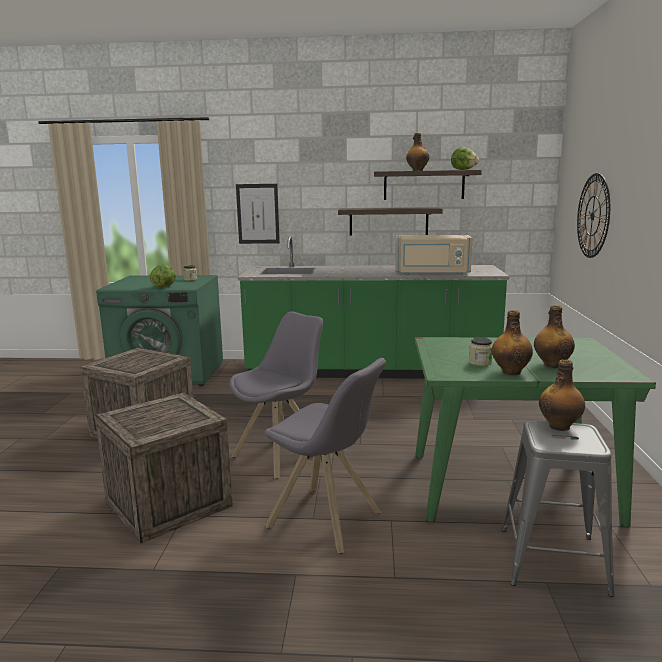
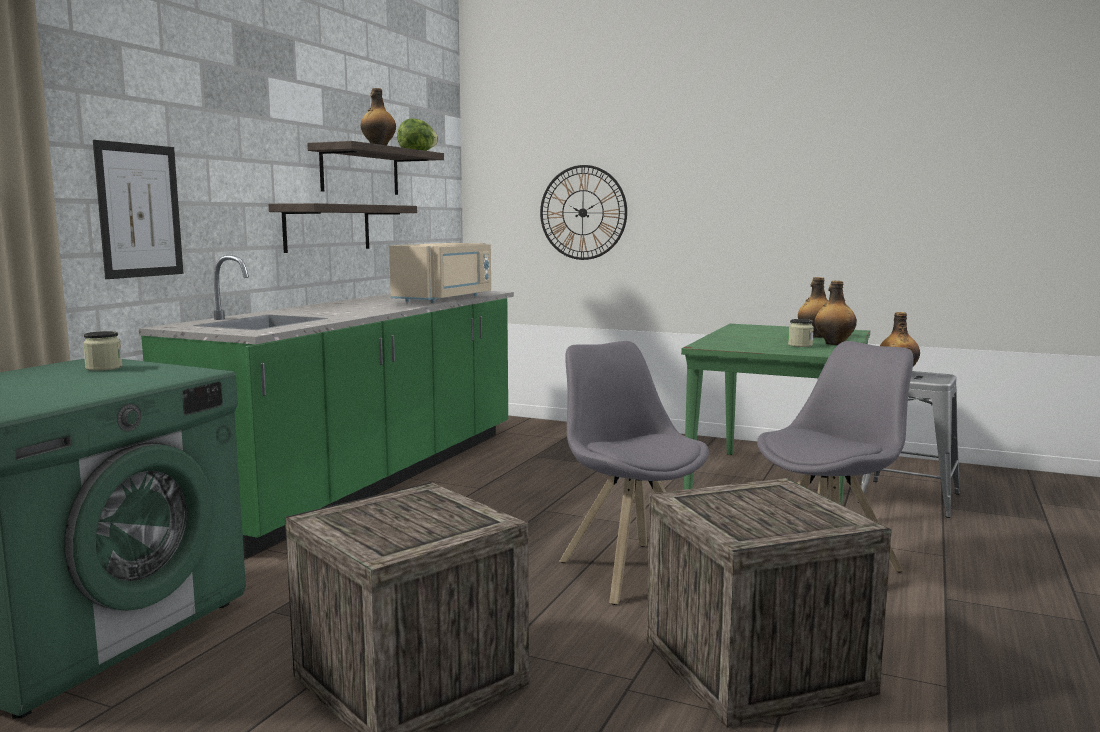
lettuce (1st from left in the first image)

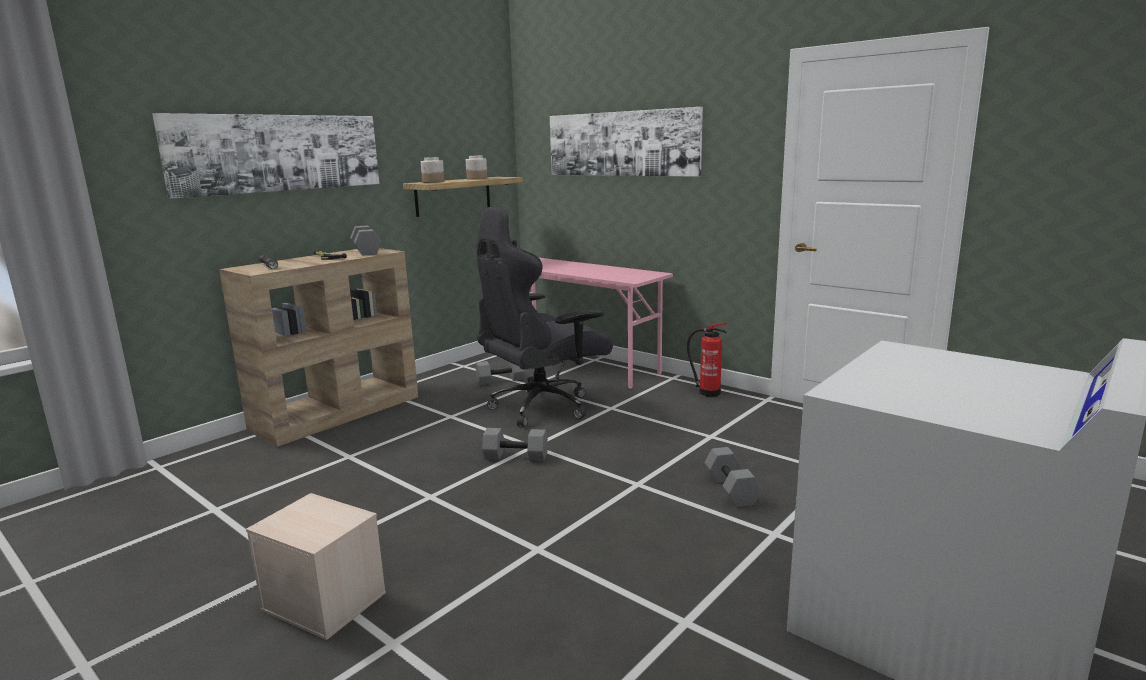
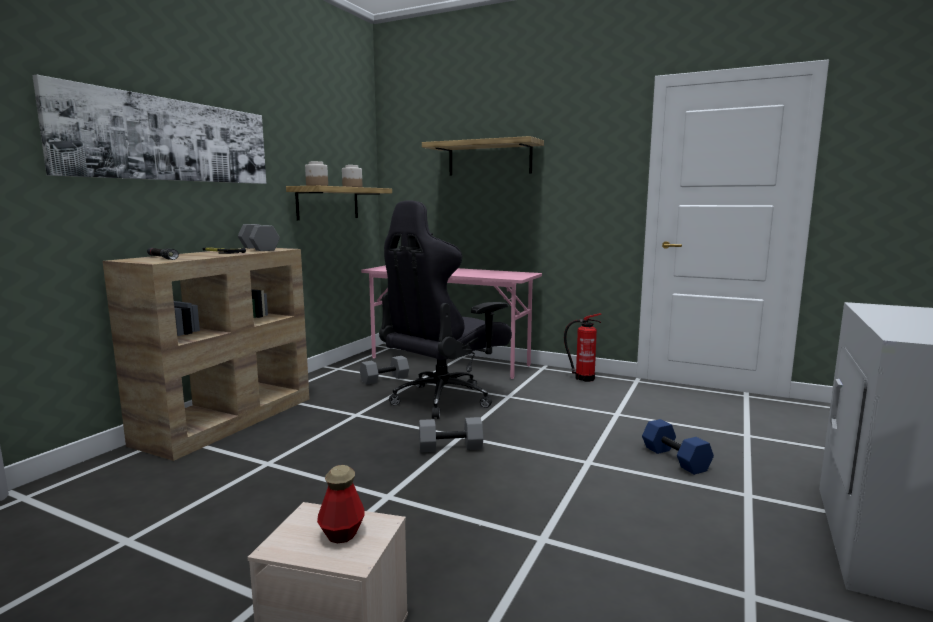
bottle
shelf (2nd from left)
blue dumbbell

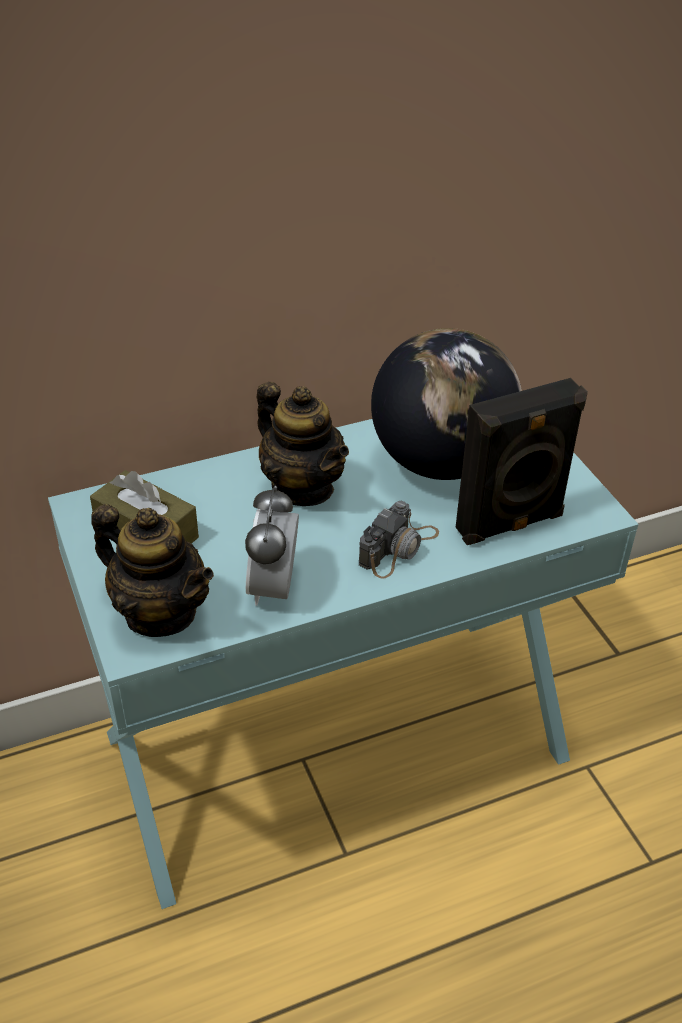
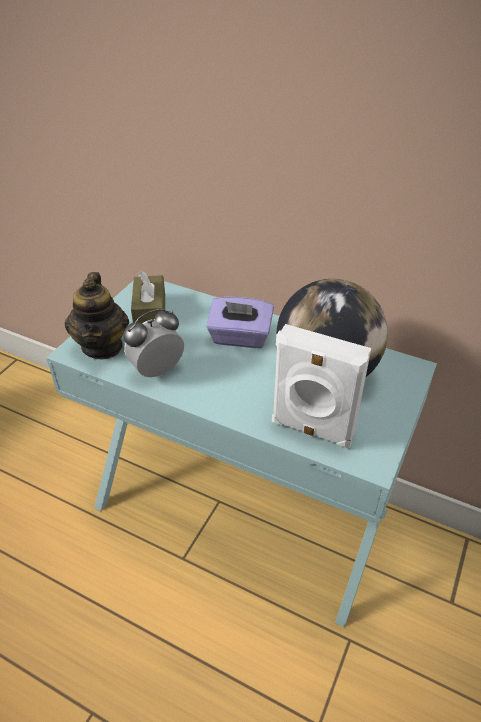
purple tissue box
white speaker
photo camera

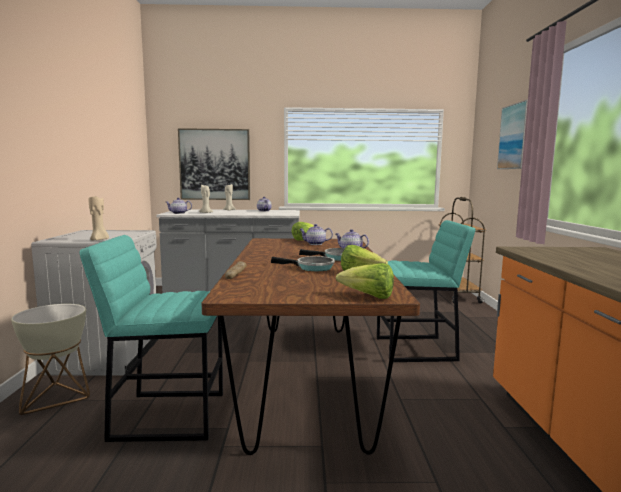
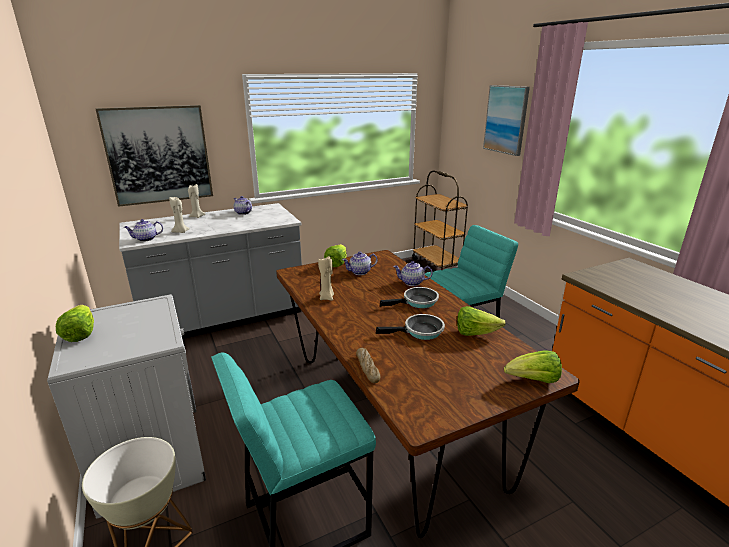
lettuce (1st from left)
beige candle (3rd from left)

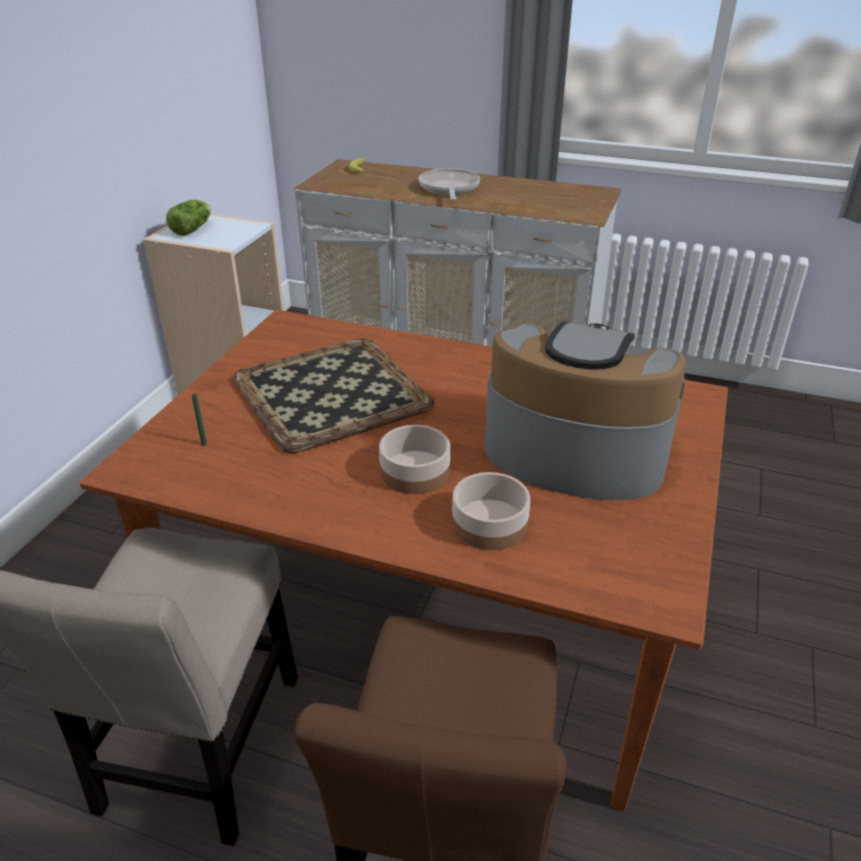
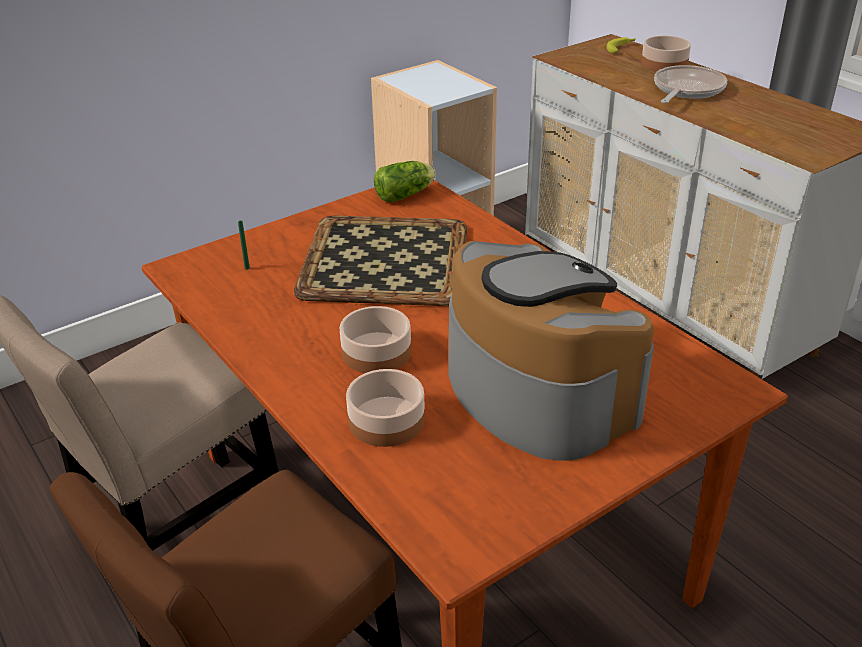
lettuce
bowl (3rd from left)

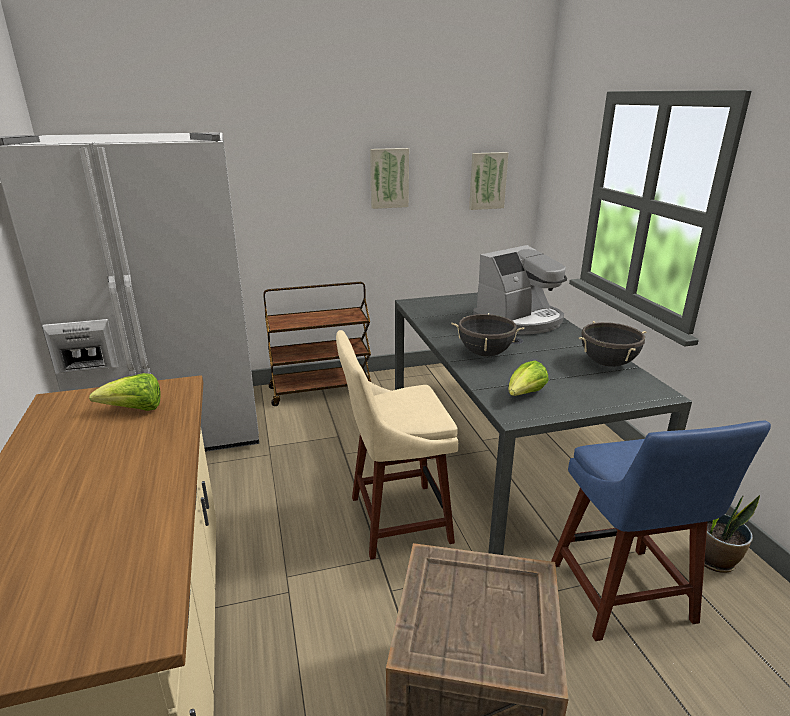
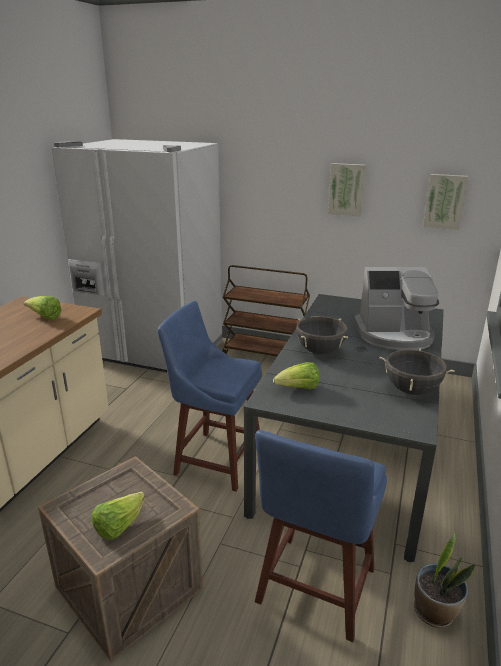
lettuce (2nd from left)
blue chair (1st from left)

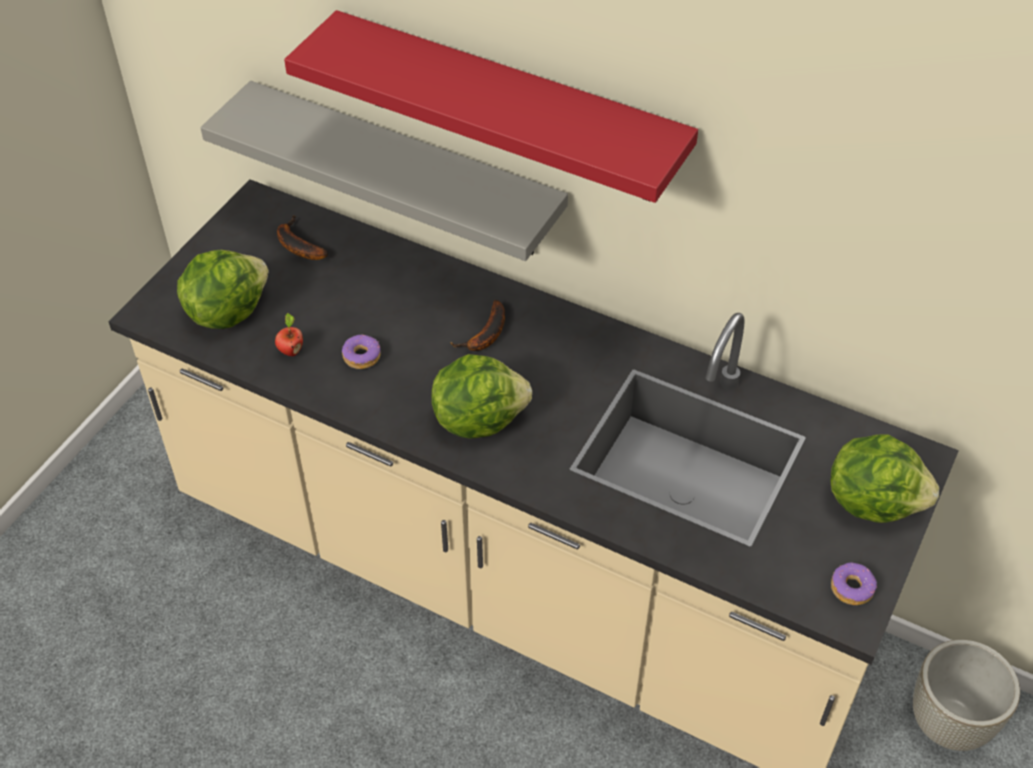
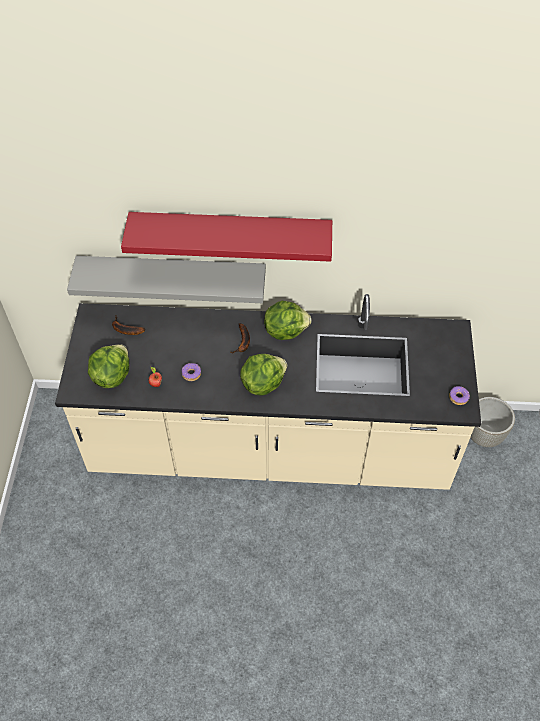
lettuce (3rd from left)

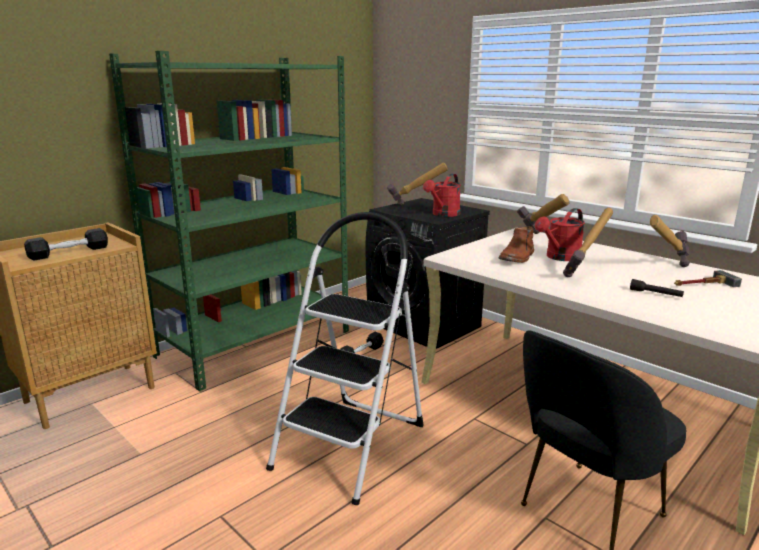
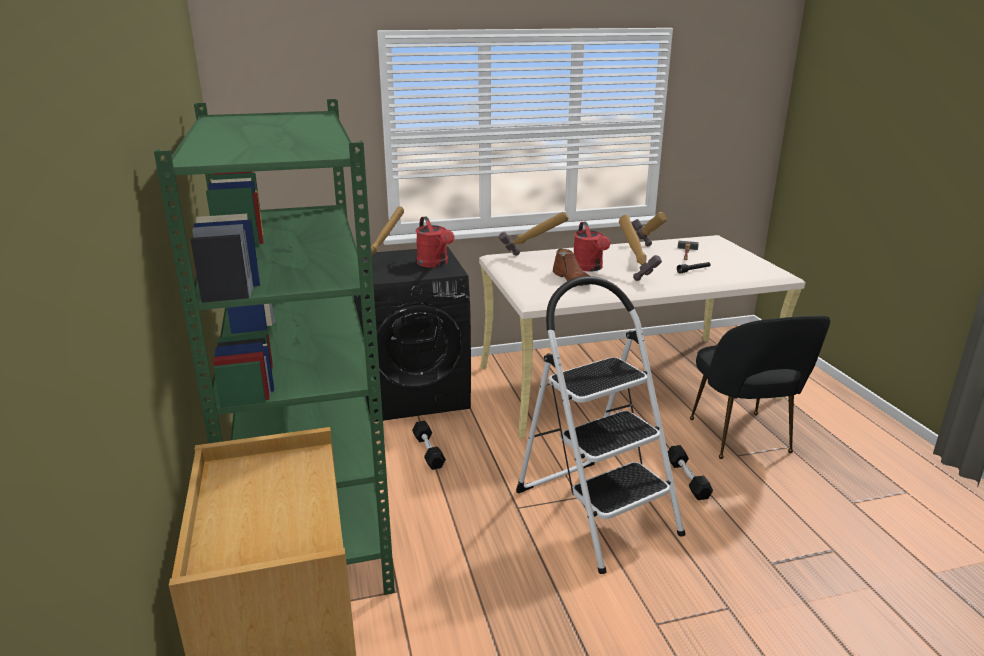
black dumbbell (2nd from left)

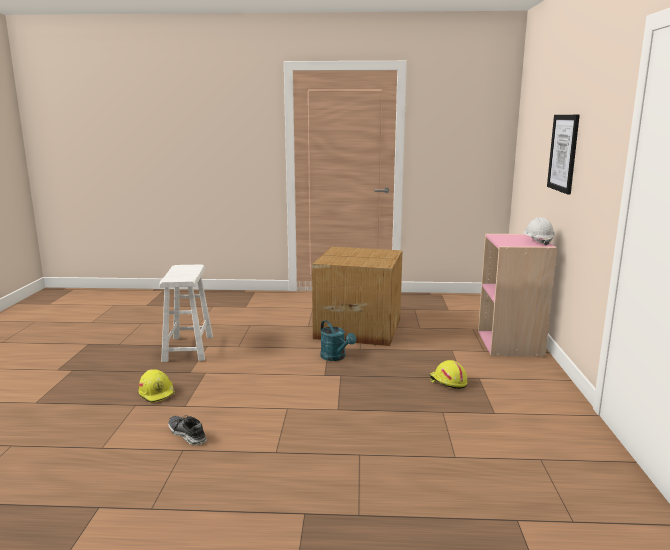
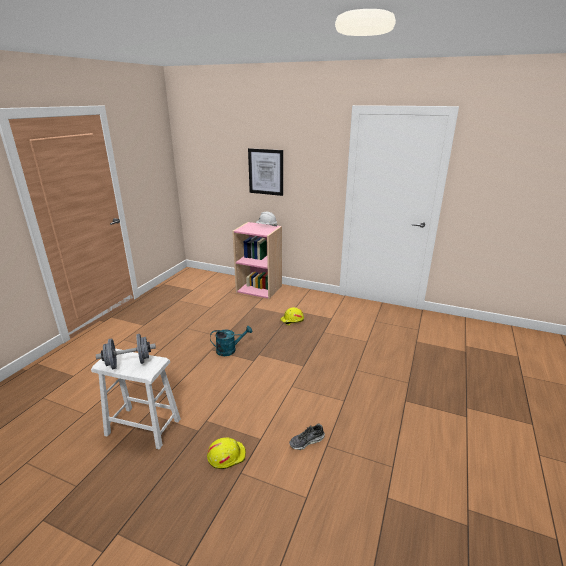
grey dumbbell
cardboard box

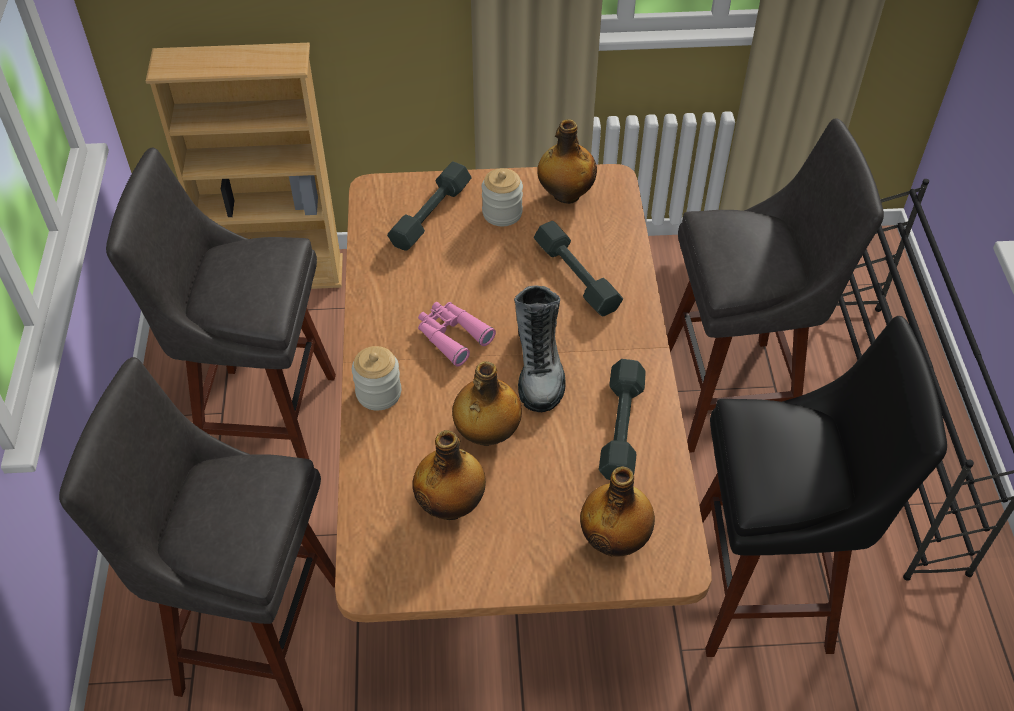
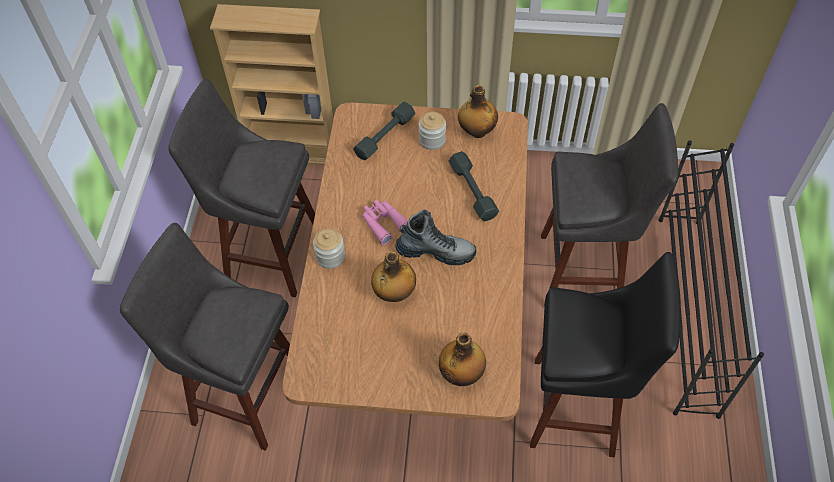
boot
bottle (1st from left in the first image)
grey dumbbell (3rd from left in the first image)

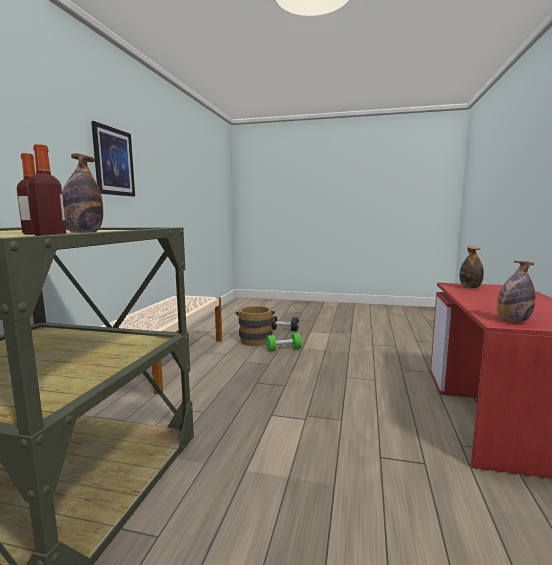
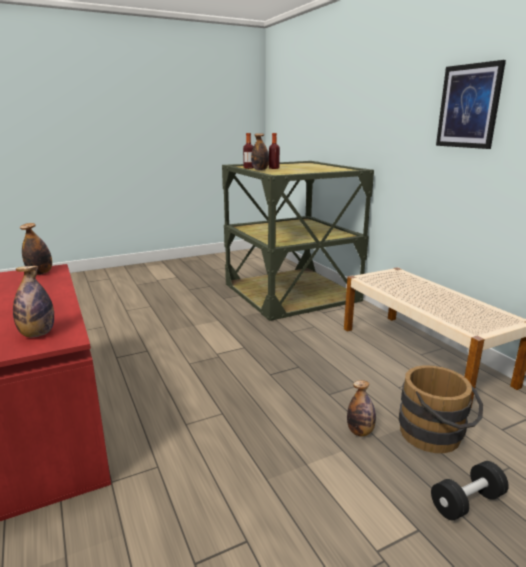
bottle (6th from left)

